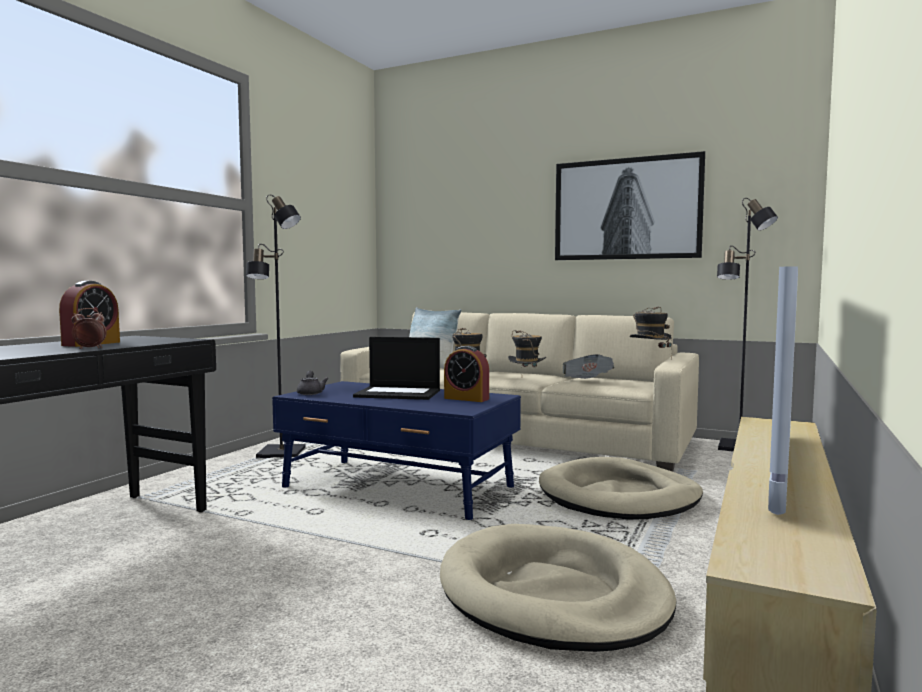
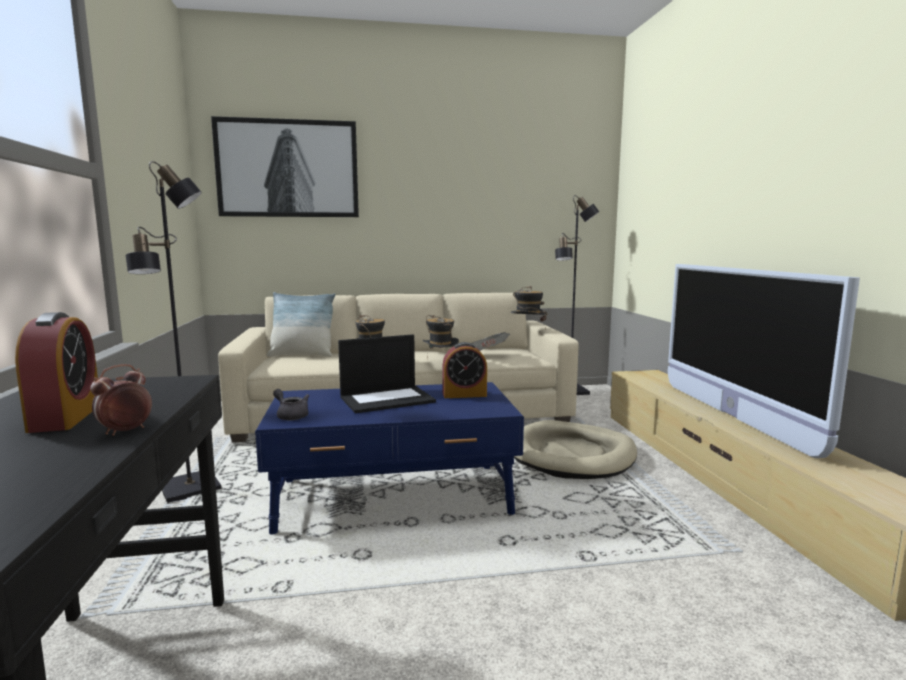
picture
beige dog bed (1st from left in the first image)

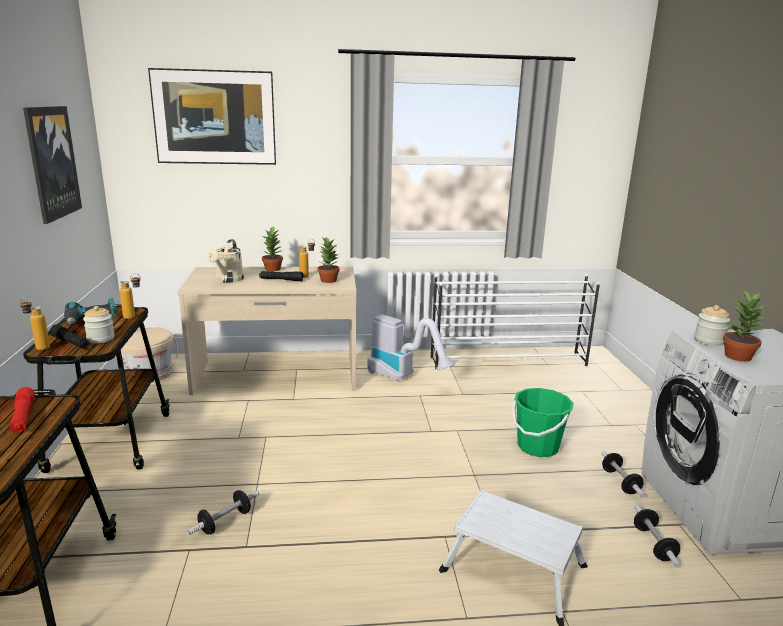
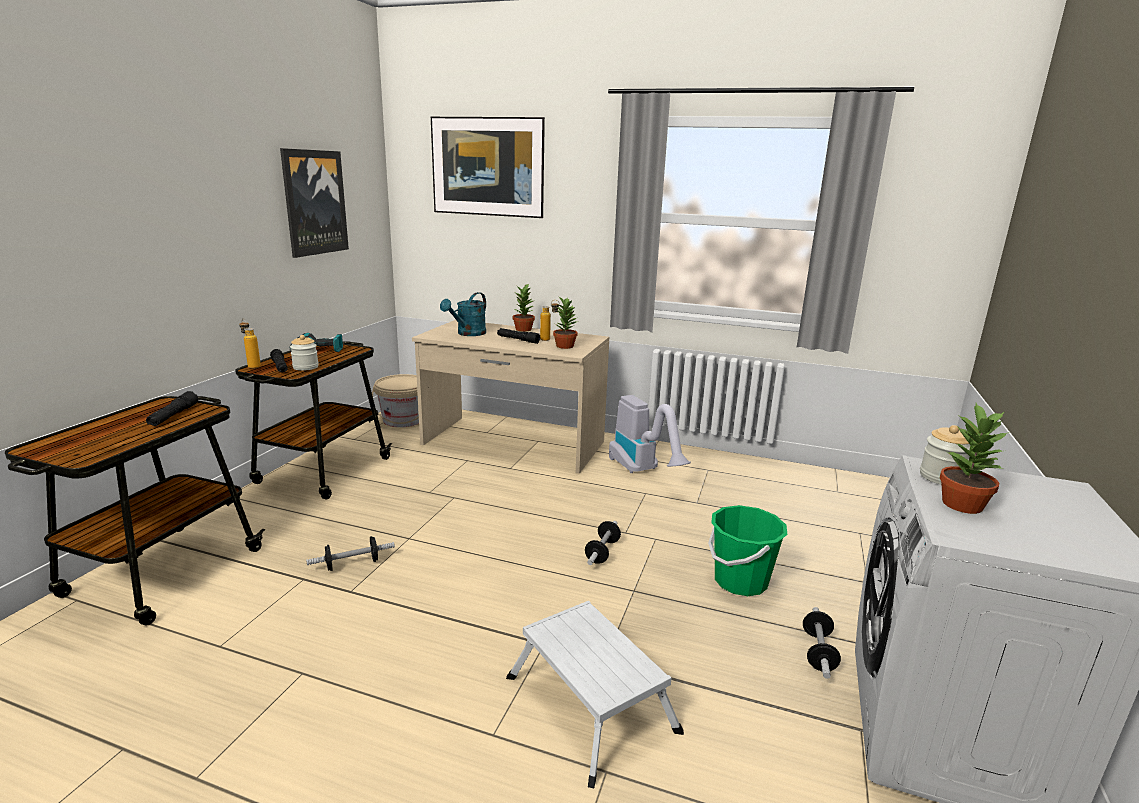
black flashlight (1st from left)
turquoise watering can
dumbbell (2nd from left)
bottle (2nd from left in the first image)
white shoe rack

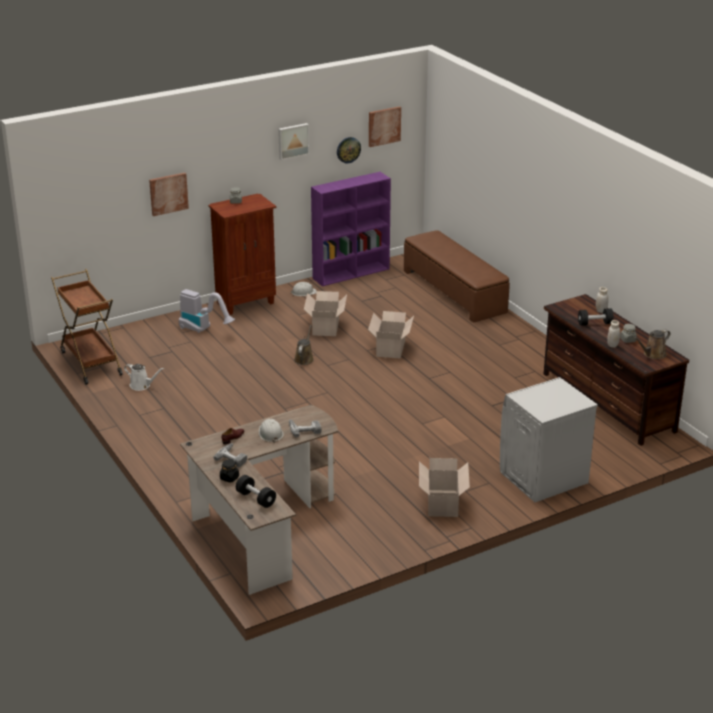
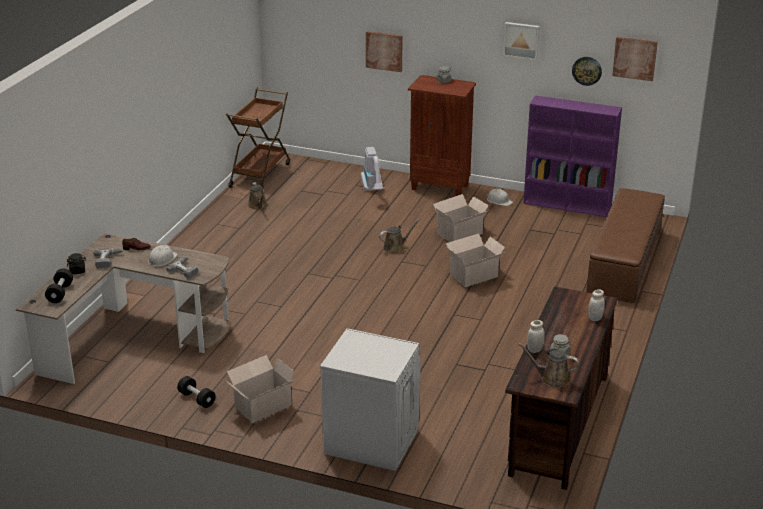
black dumbbell (2nd from left)
brown watering can (1st from left)

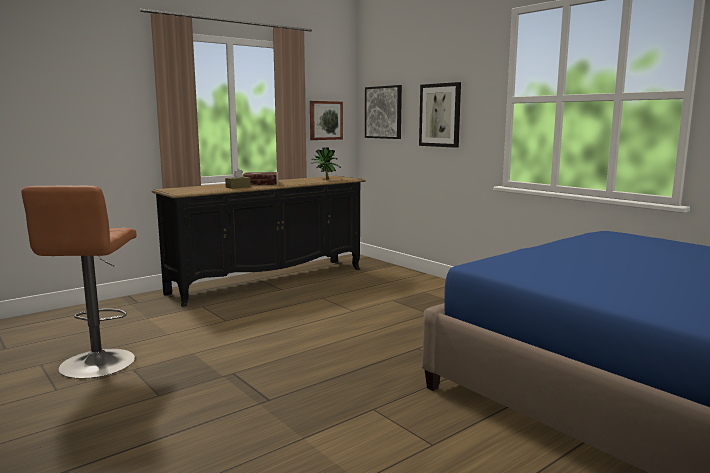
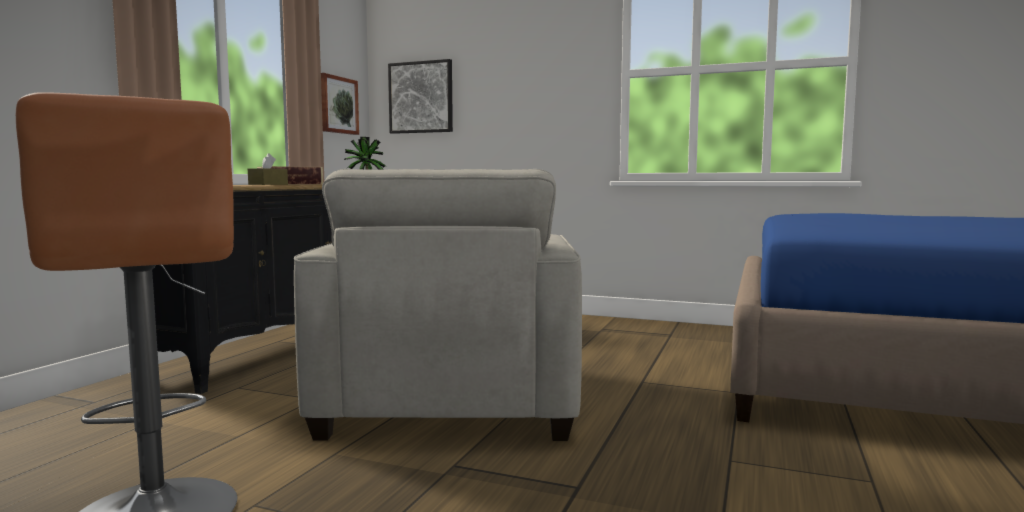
grey armchair
picture (3rd from left in the first image)

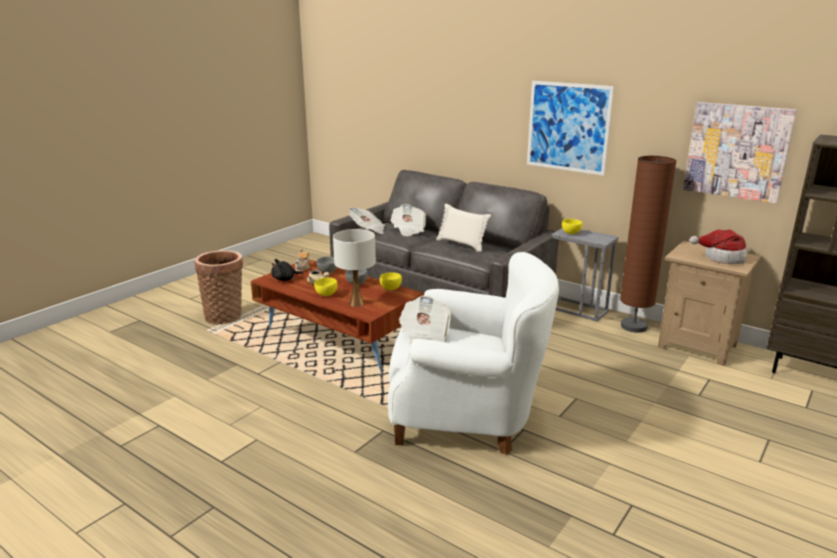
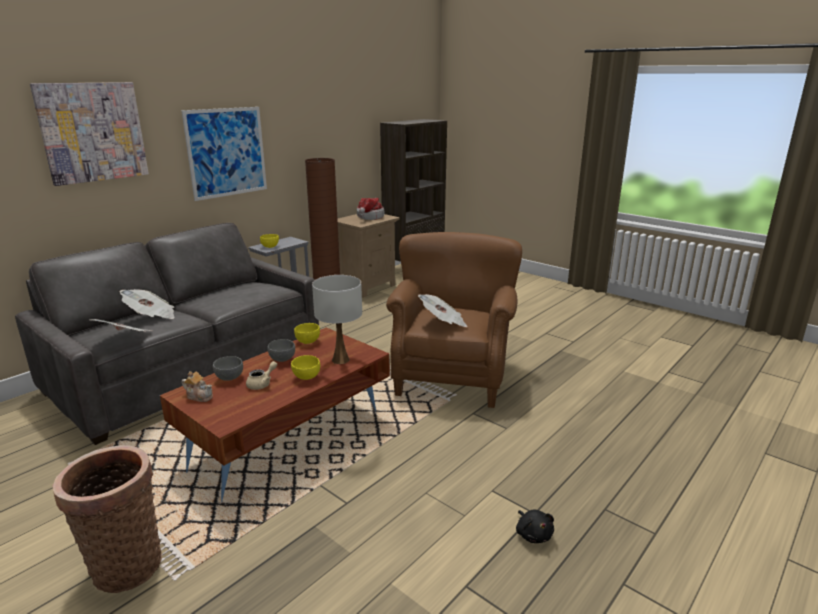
picture (1st from left)
brown armchair
black plush toy
white pillow

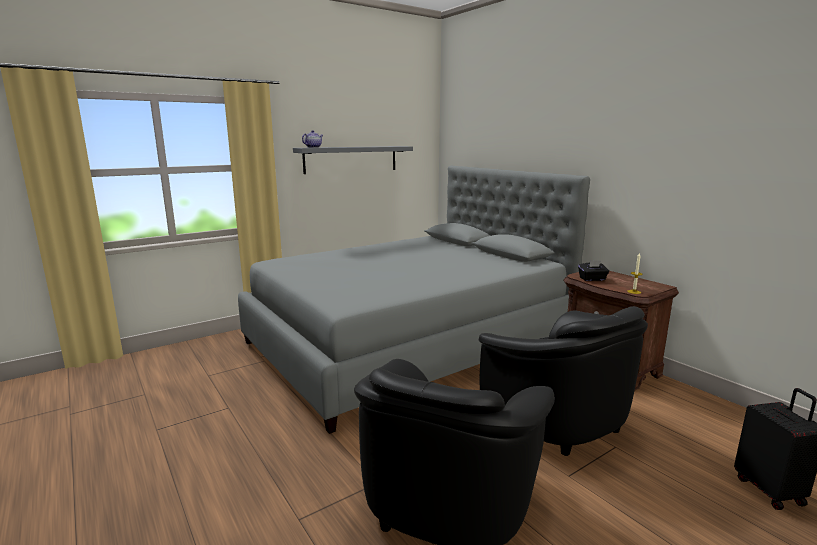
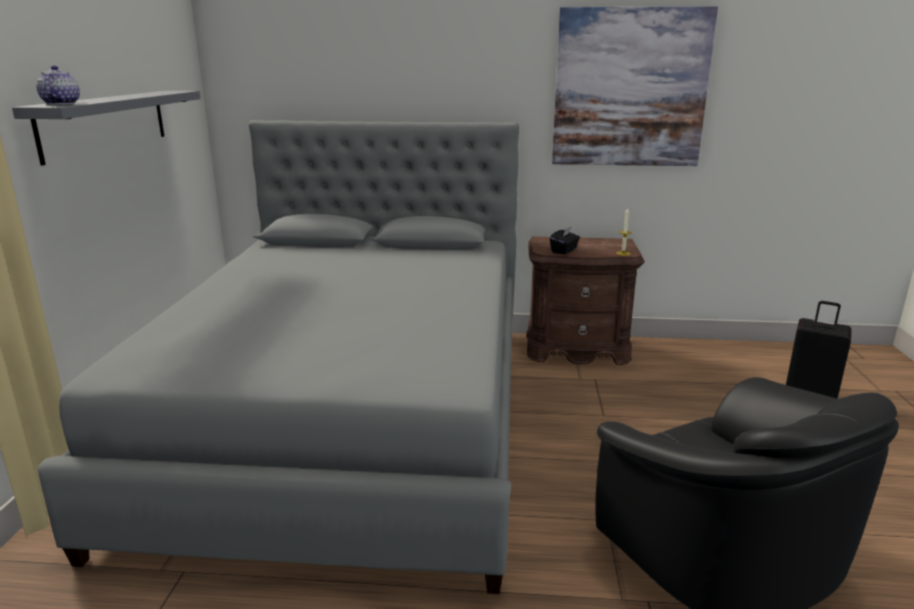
picture
black armchair (2nd from left in the first image)

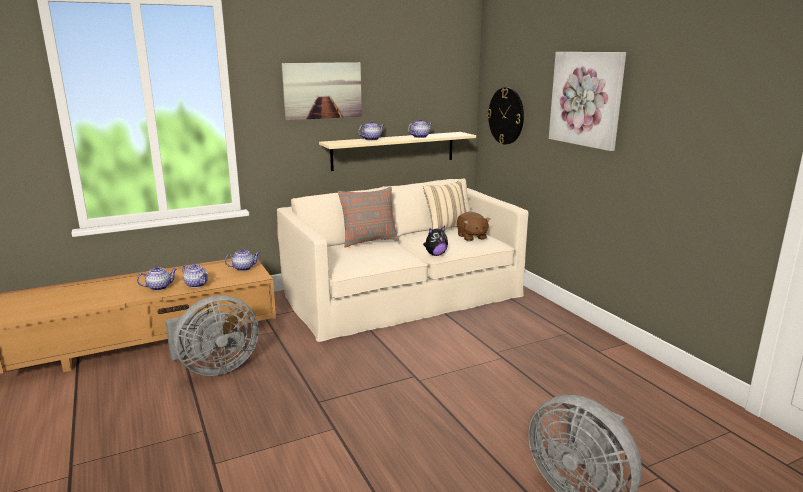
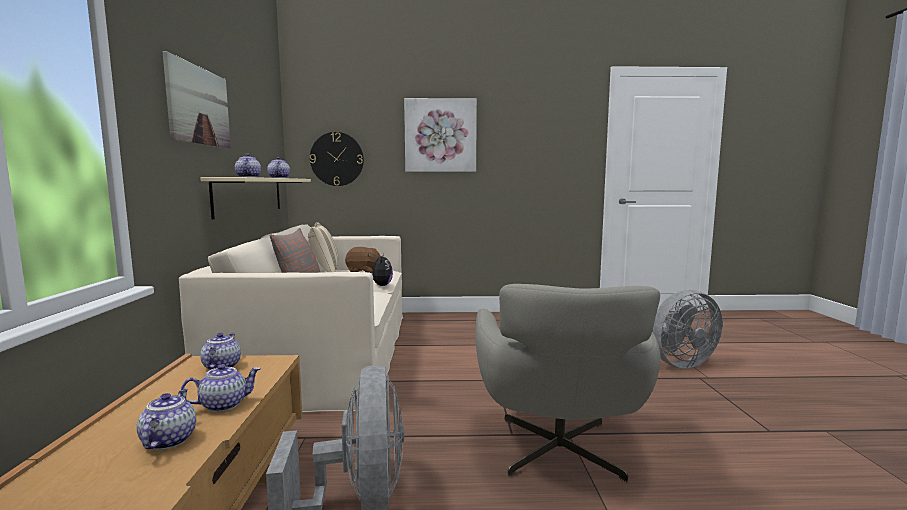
grey armchair

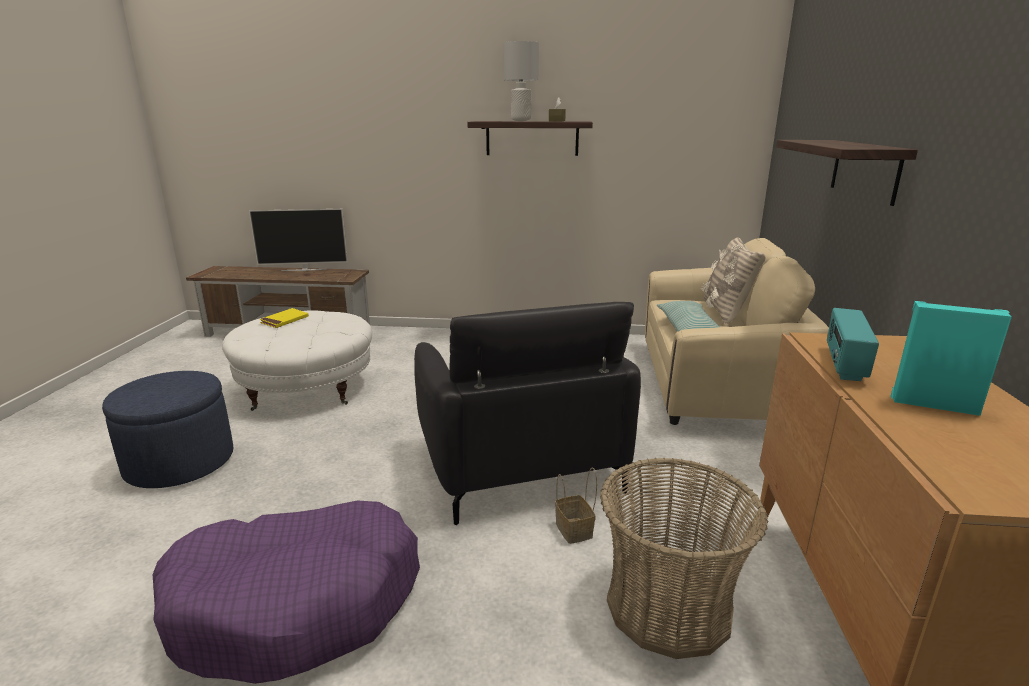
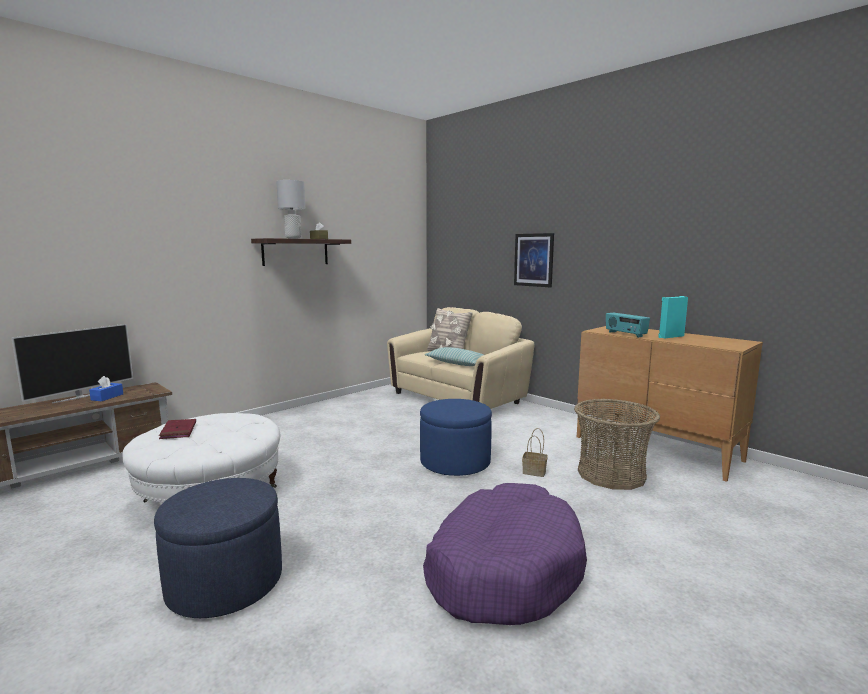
blue tissue box
red book
blue ottoman (2nd from left)
picture

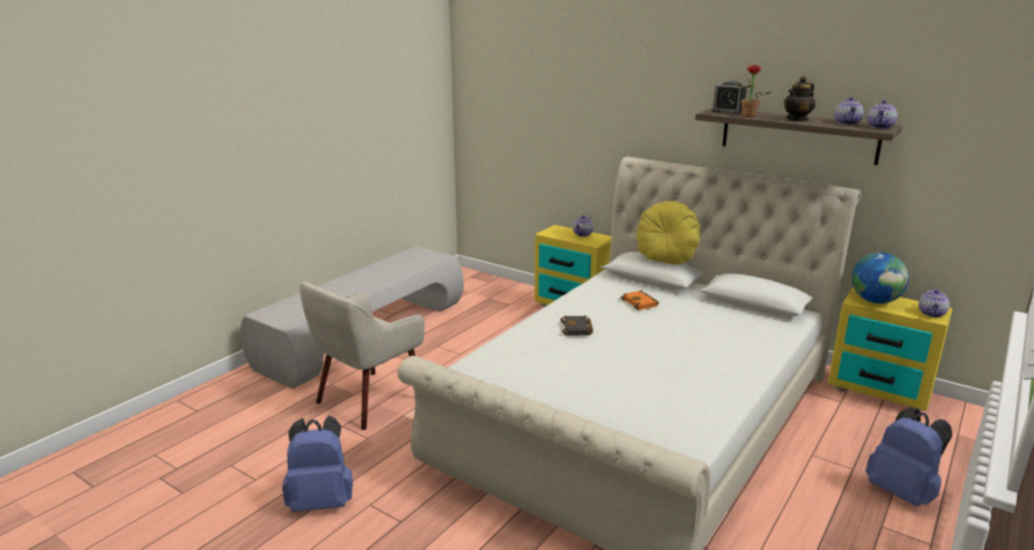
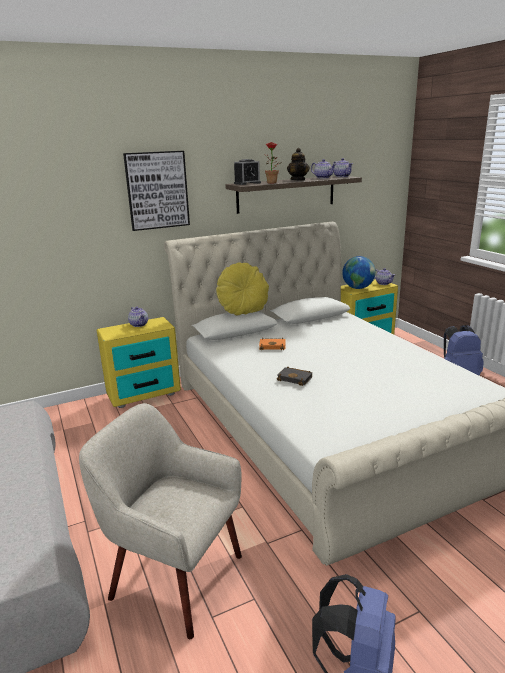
beige armchair
picture

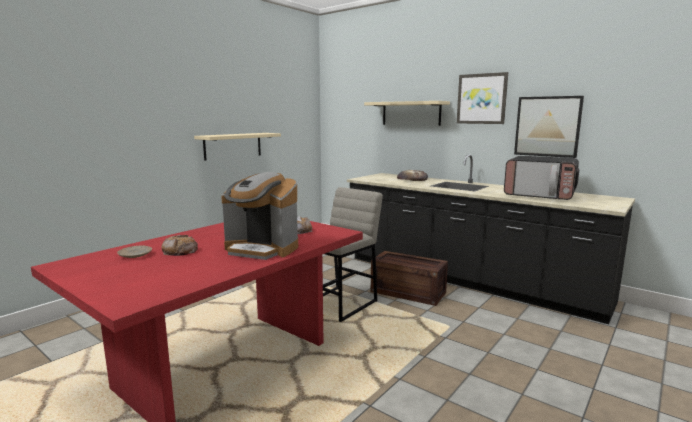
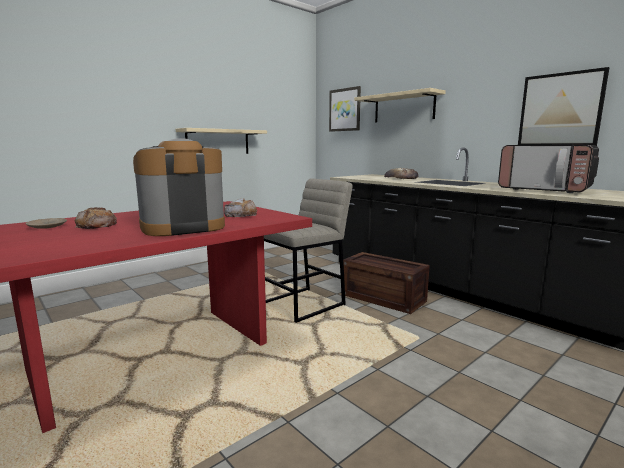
coffee machine
picture (1st from left)

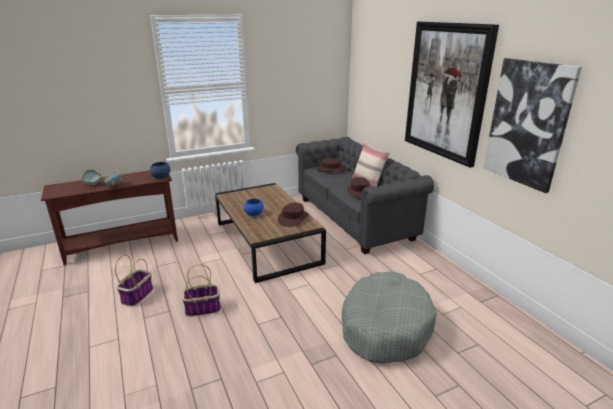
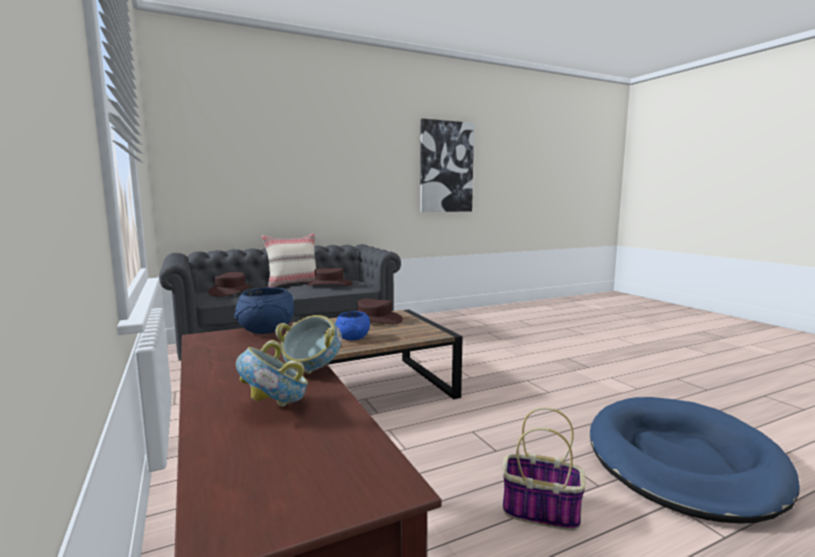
blue dog bed
basket (2nd from left in the first image)
grey dog bed
picture (1st from left in the first image)

